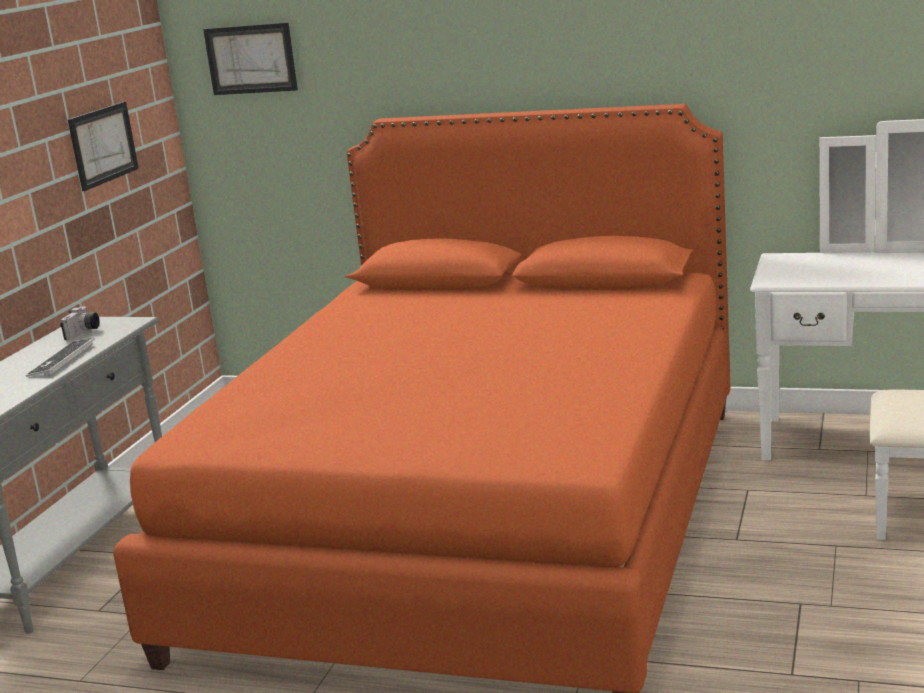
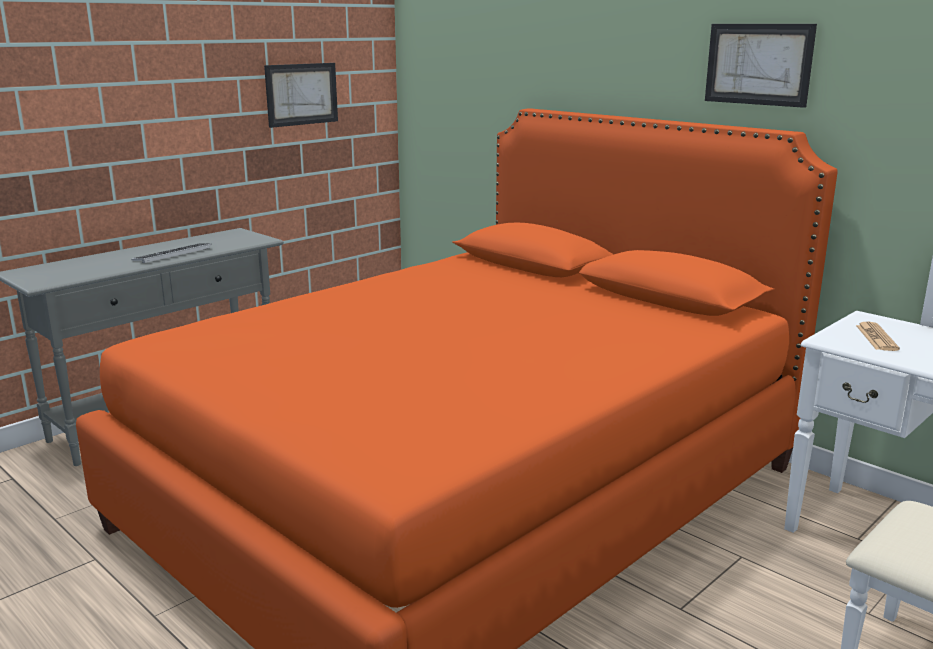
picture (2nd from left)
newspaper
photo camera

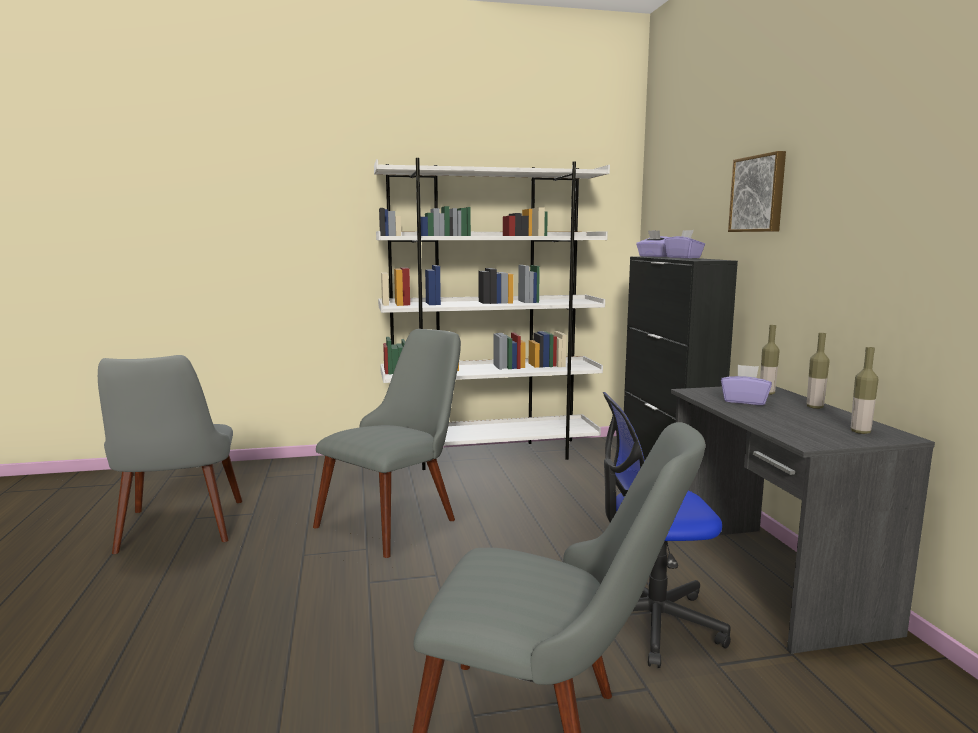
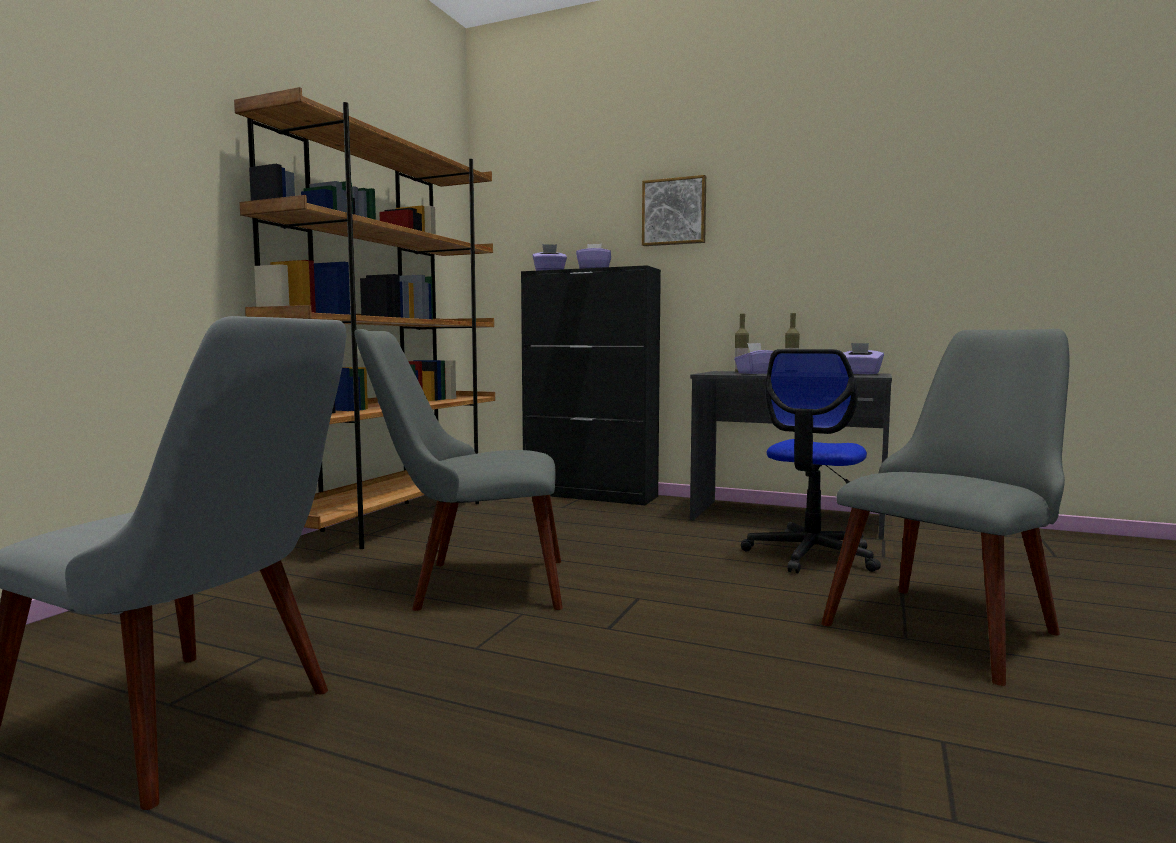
brown bookcase
grey chair (2nd from left)
purple tissue box (4th from left)

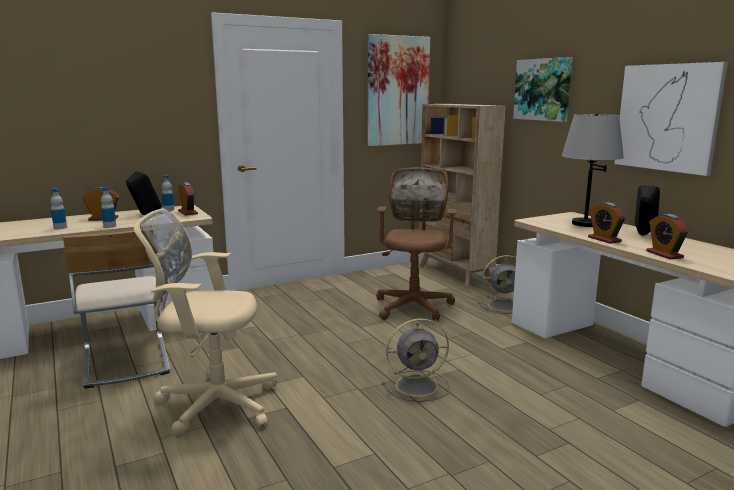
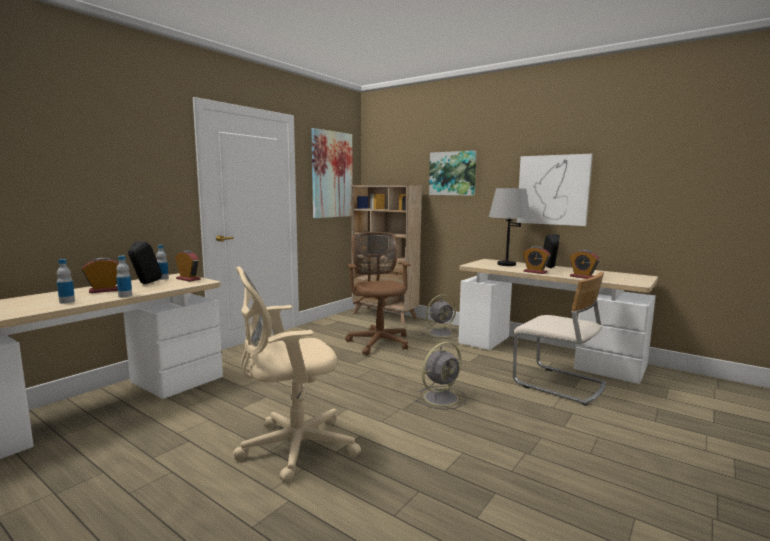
beige chair

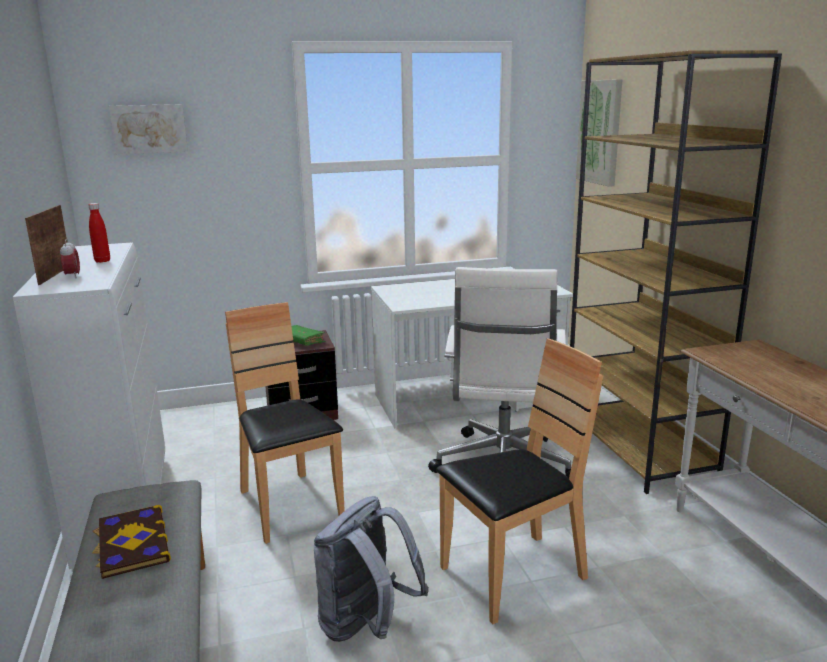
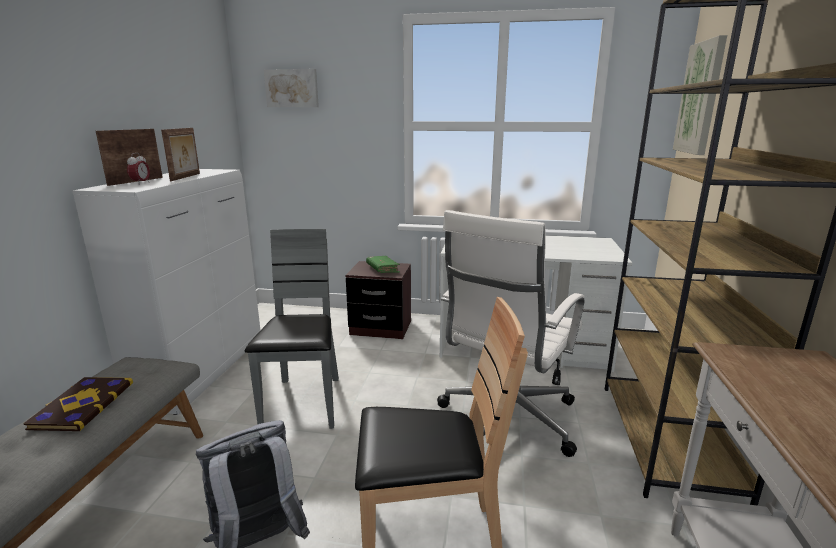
picture frame (2nd from left)
grey chair

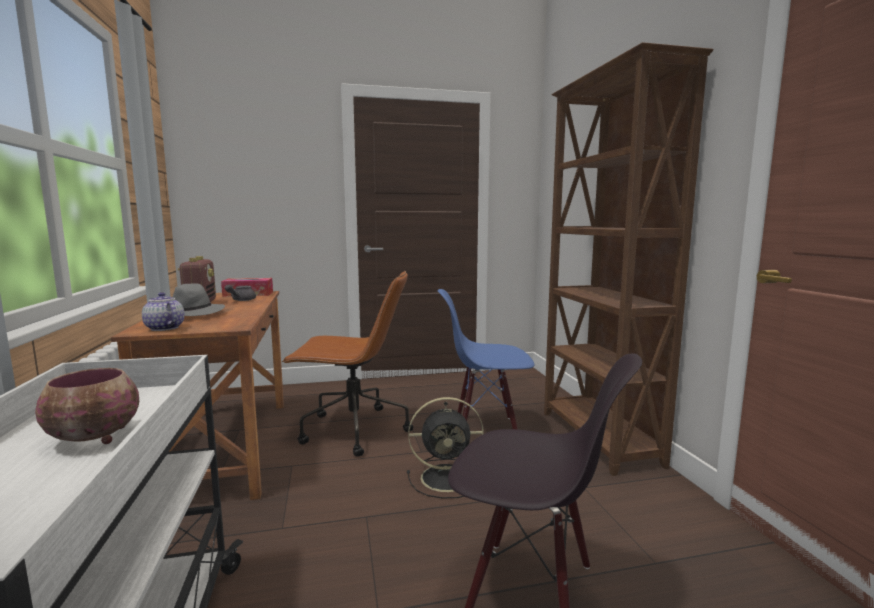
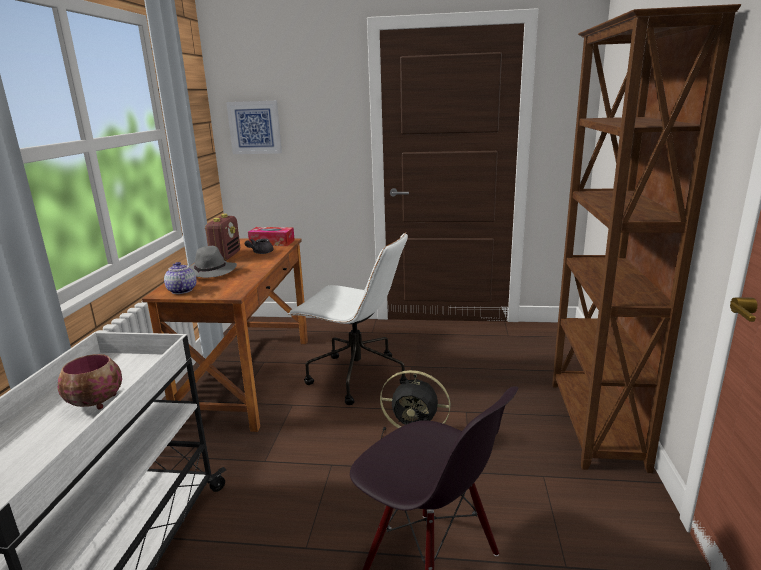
picture
white office chair
blue chair

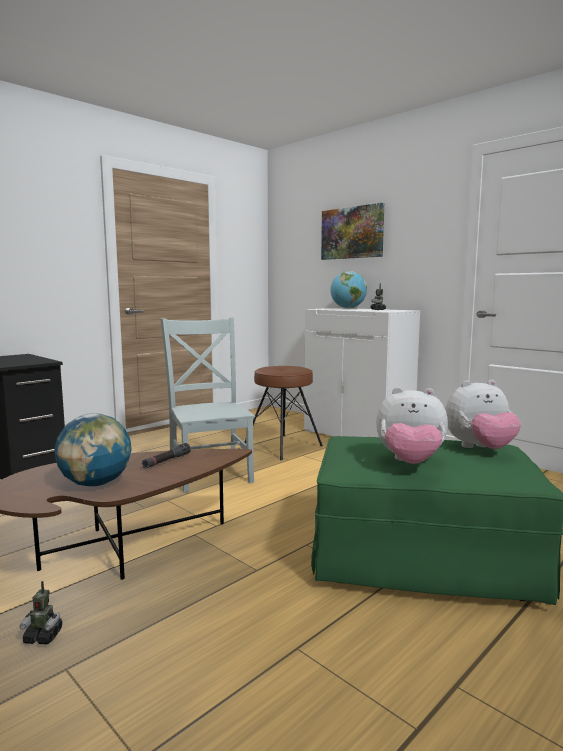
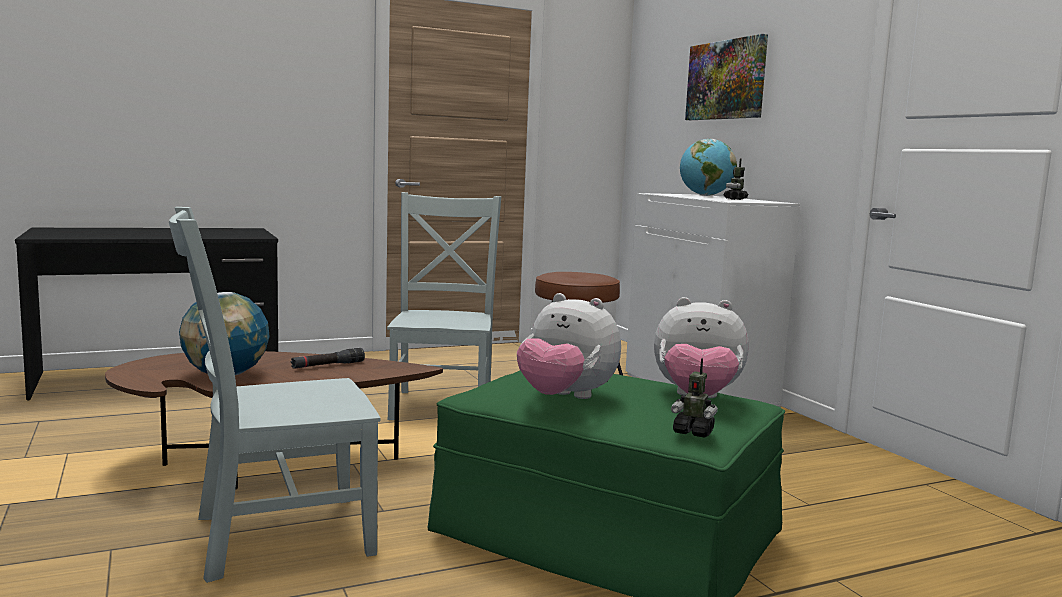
grey chair (1st from left)
toy robot (1st from left)

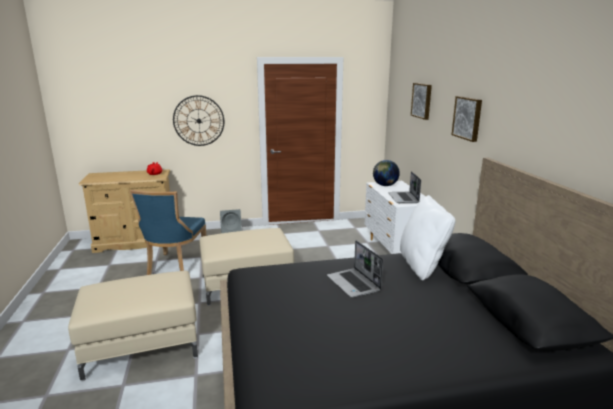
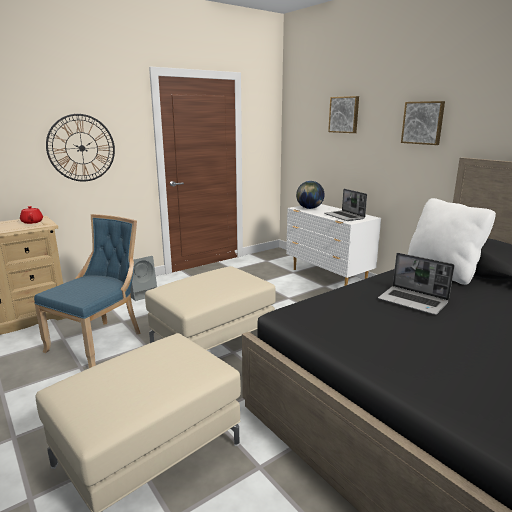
blue chair

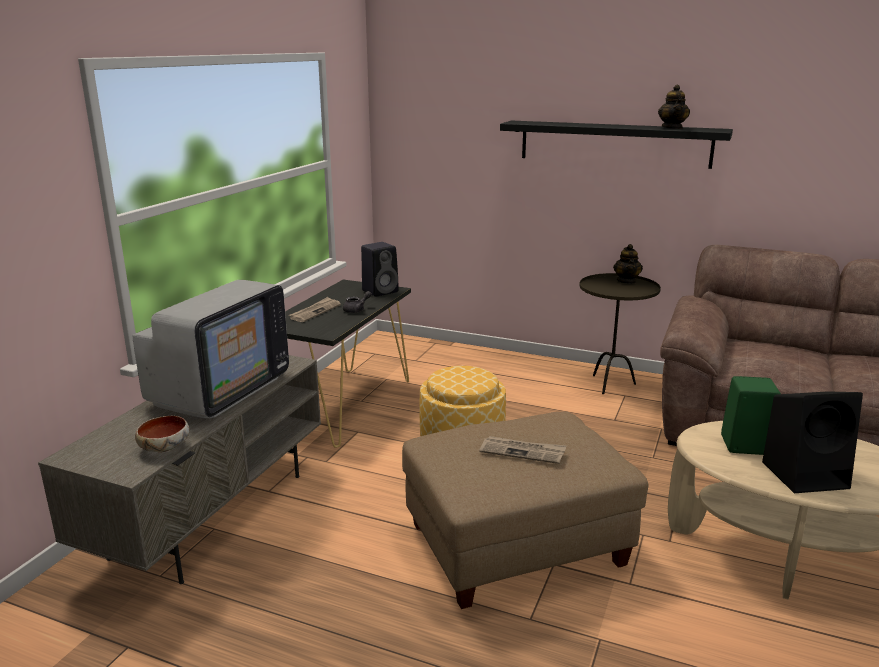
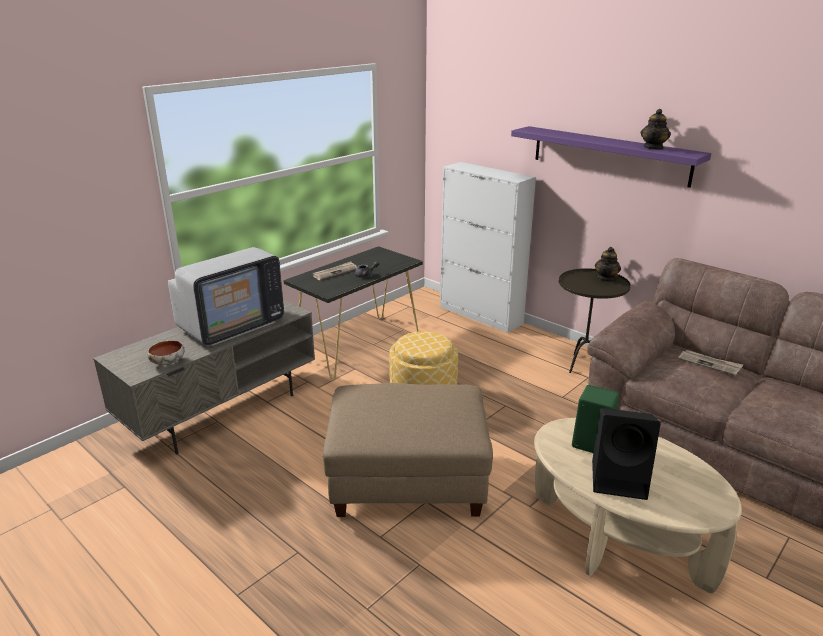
white cabinet
purple shelf
newspaper (2nd from left)
black speaker (1st from left in the first image)

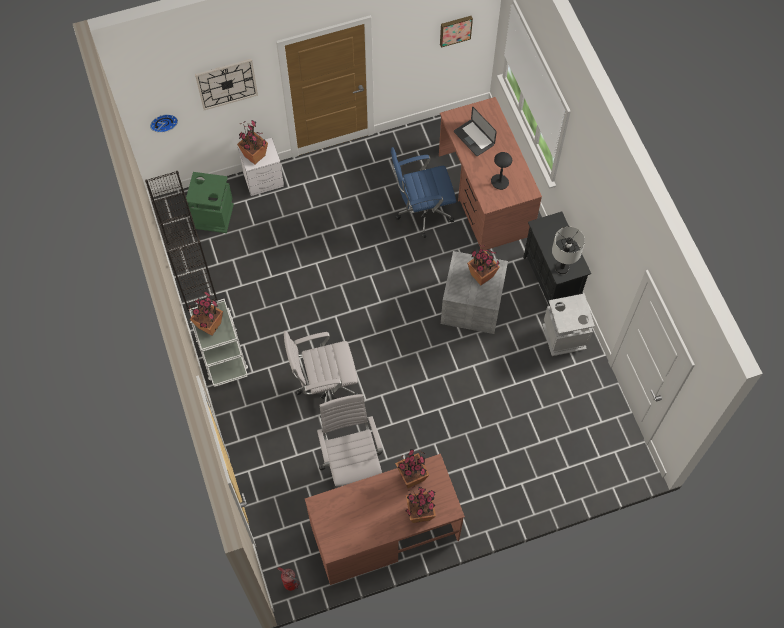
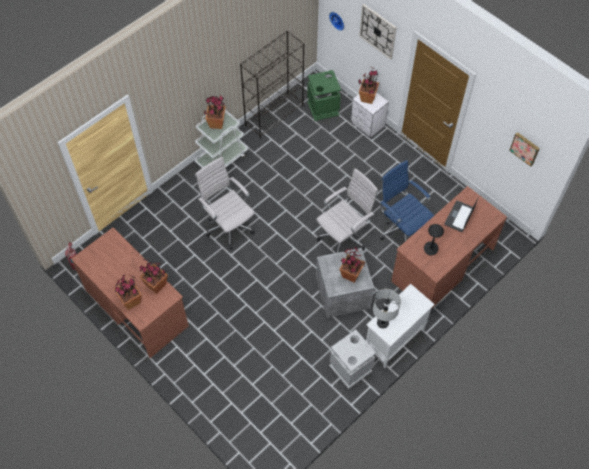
white office chair (2nd from left)
white cabinet

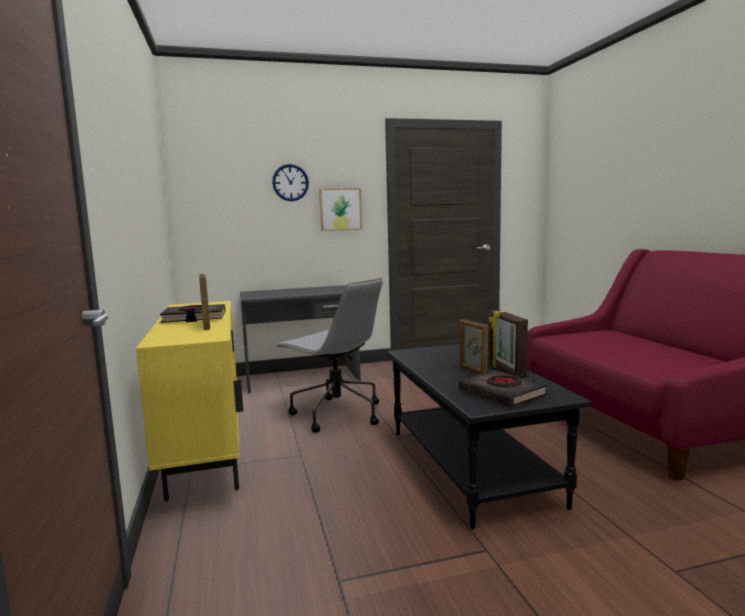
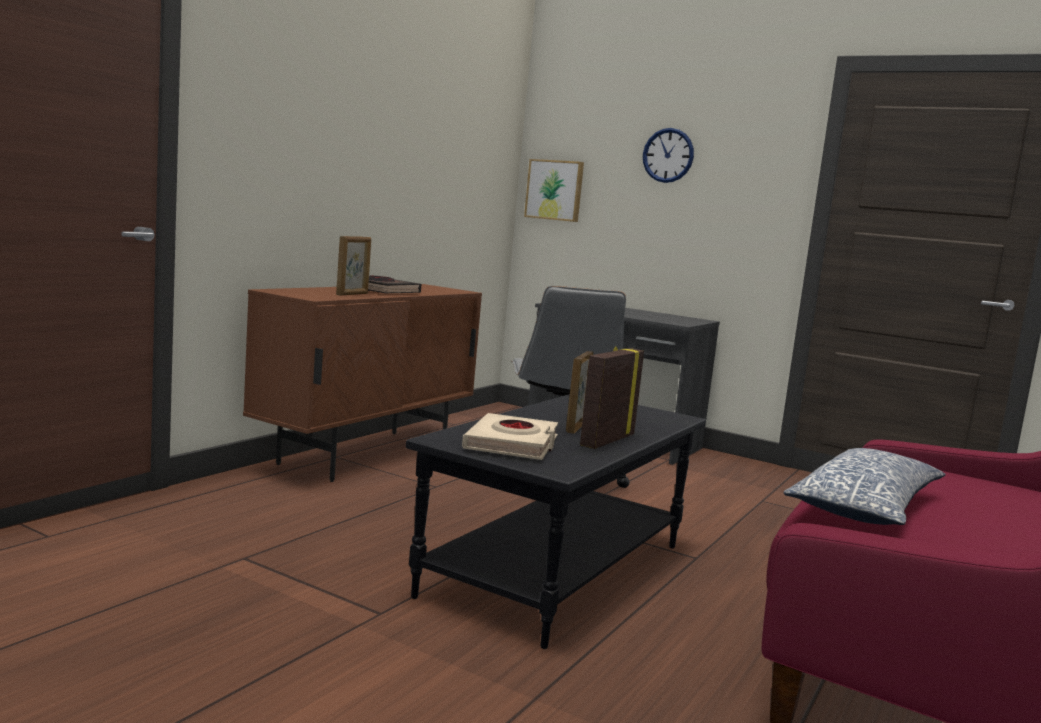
brown cabinet
beige book
picture
pillow

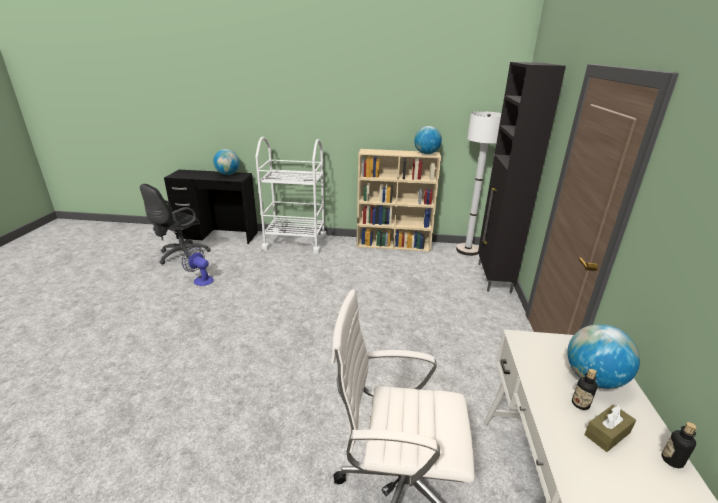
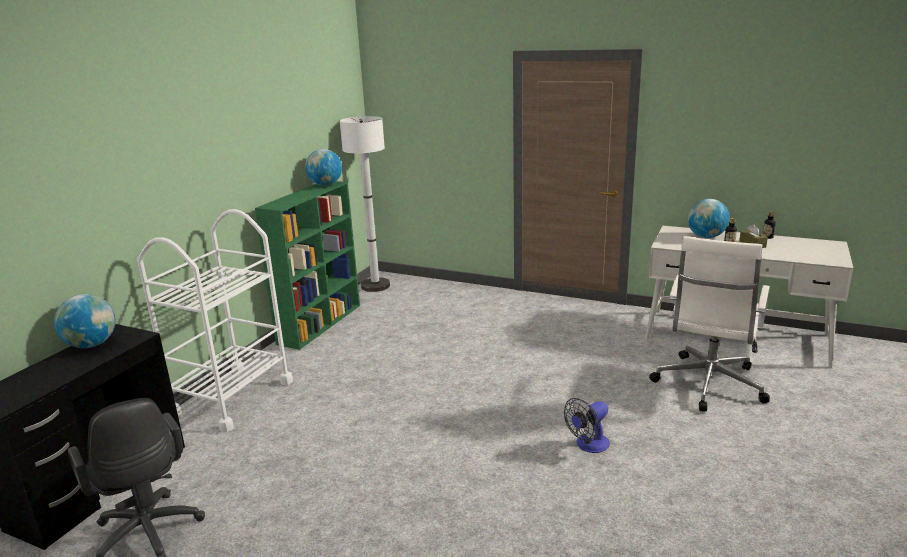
green bookcase
fan
black cabinet

